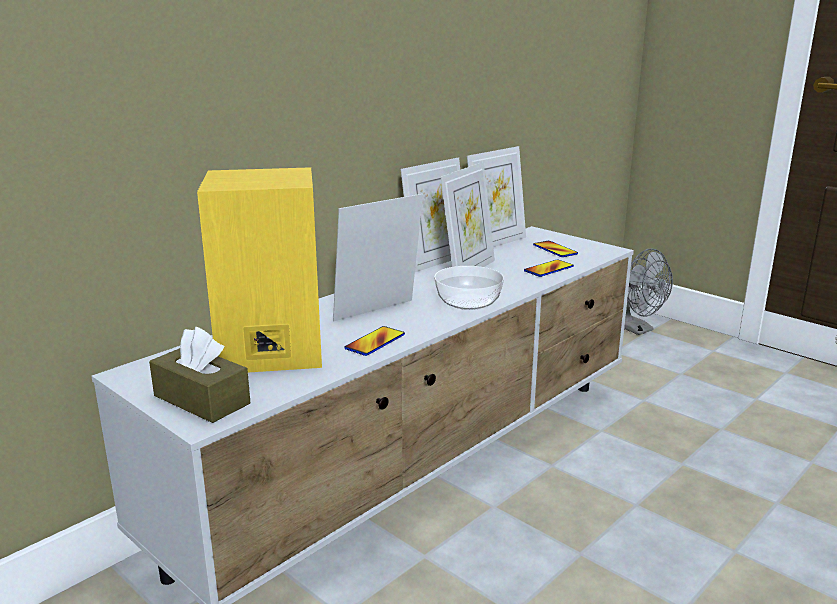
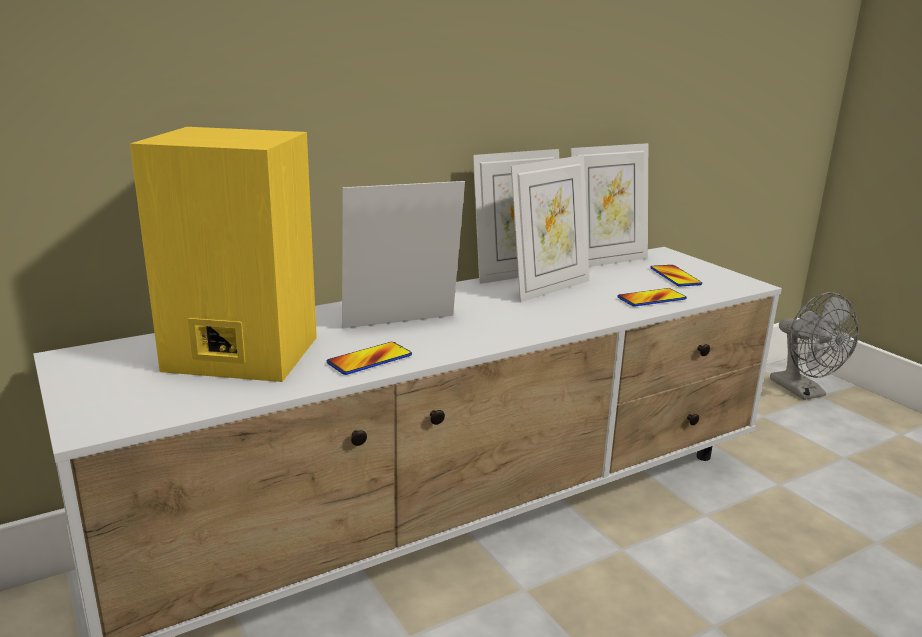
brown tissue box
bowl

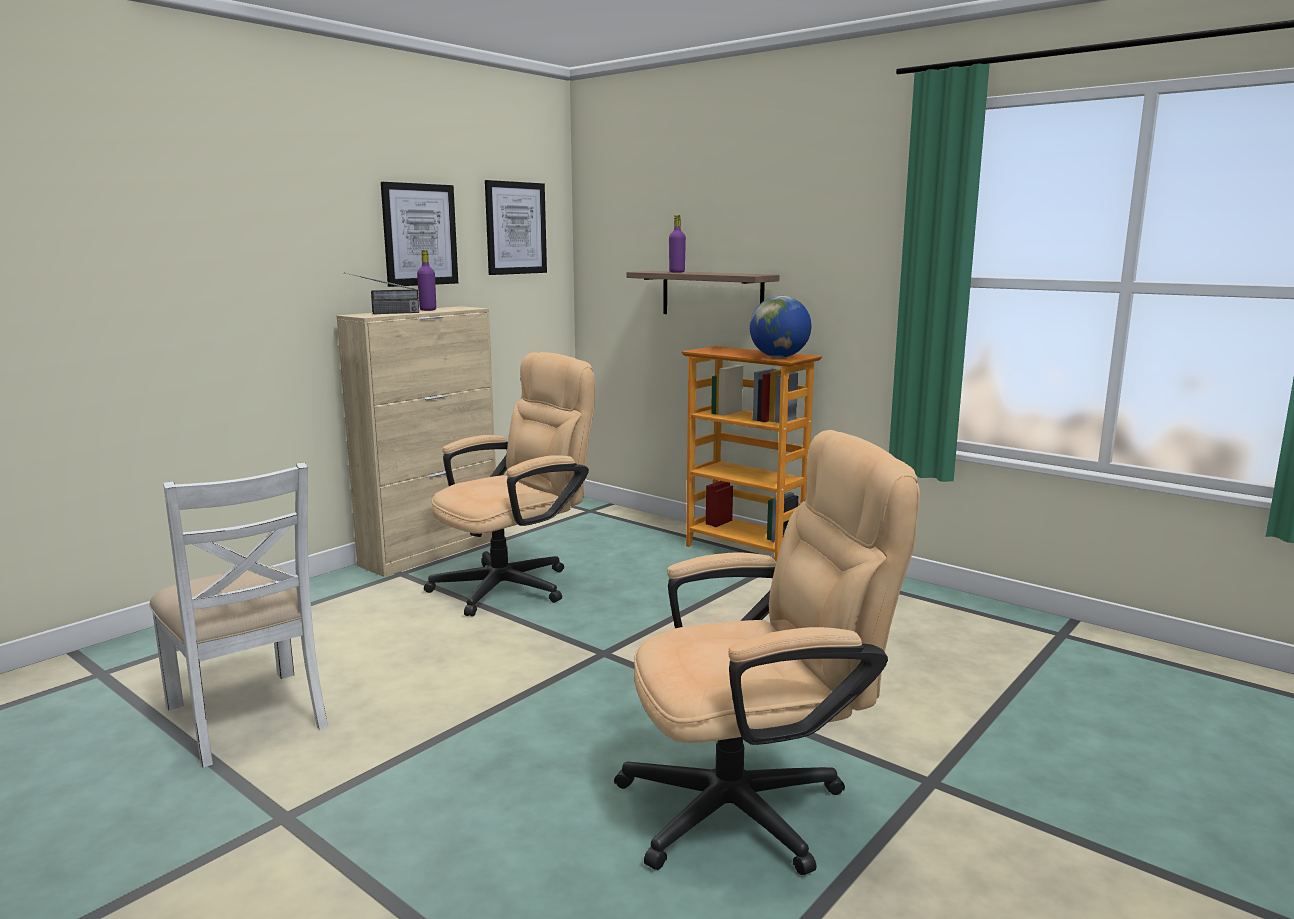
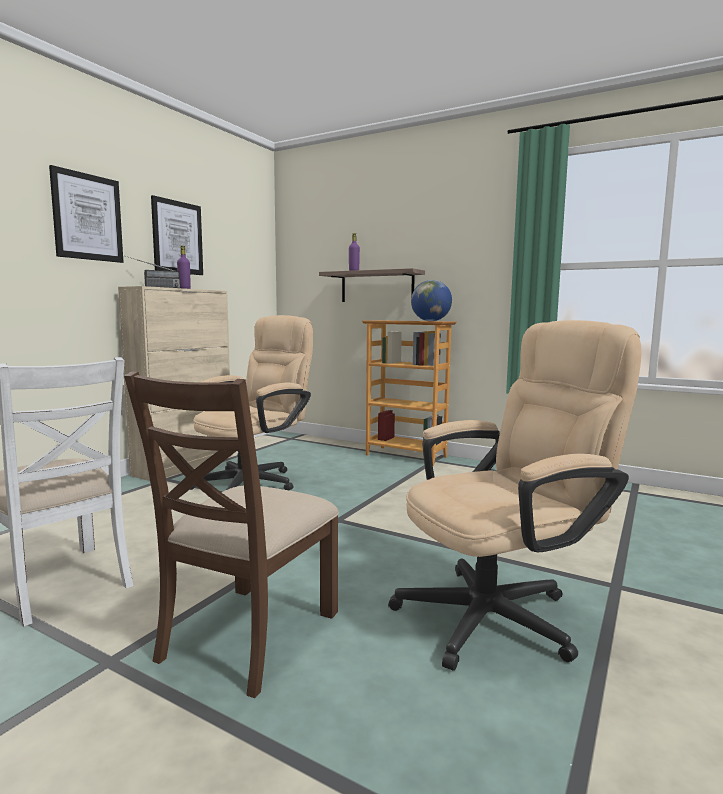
picture (1st from left)
brown chair

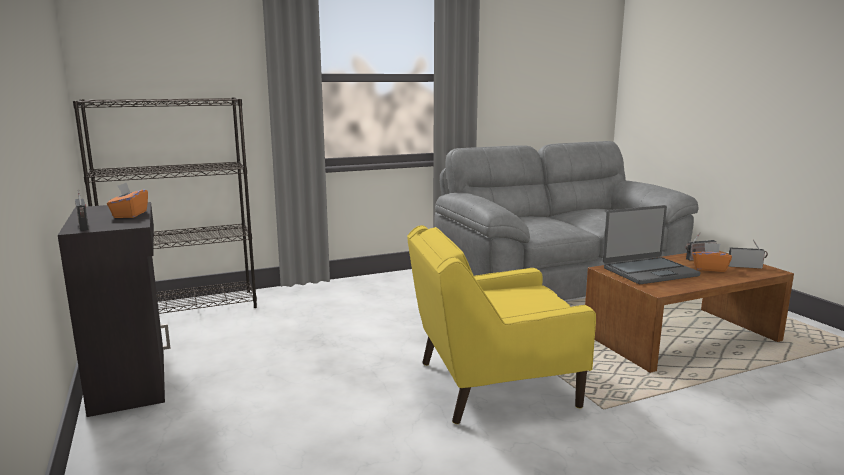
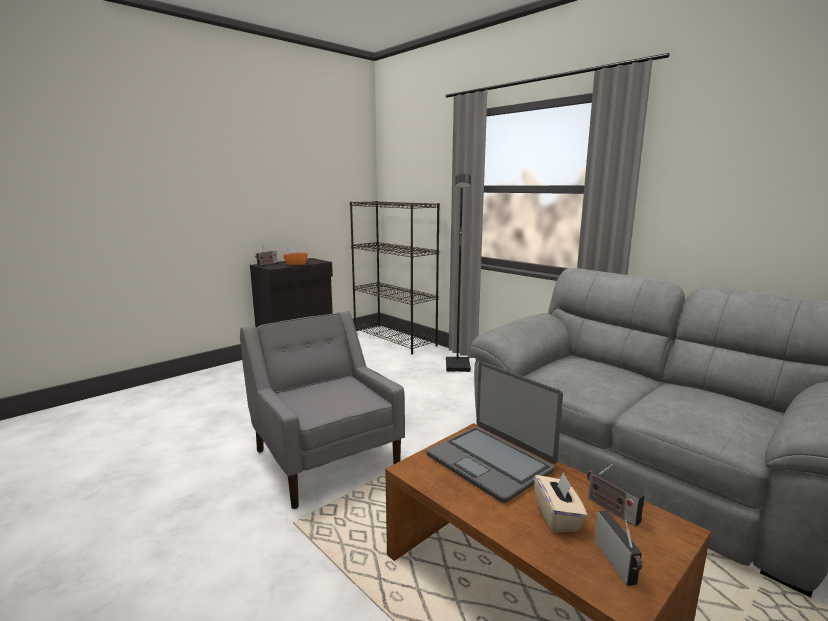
grey armchair
black floor lamp
beige tissue box

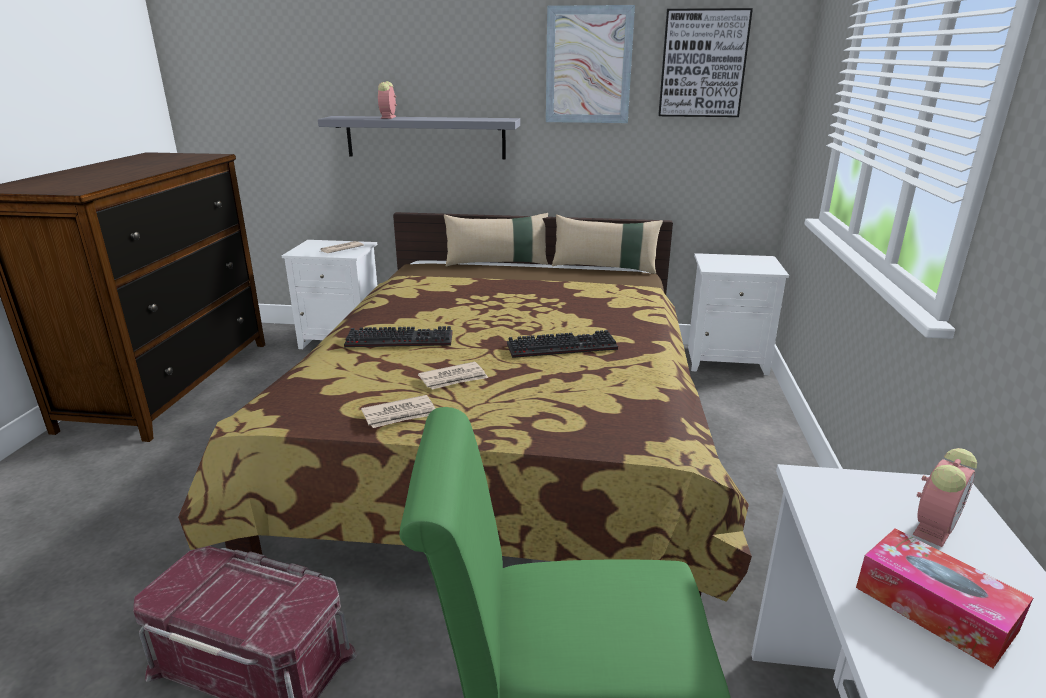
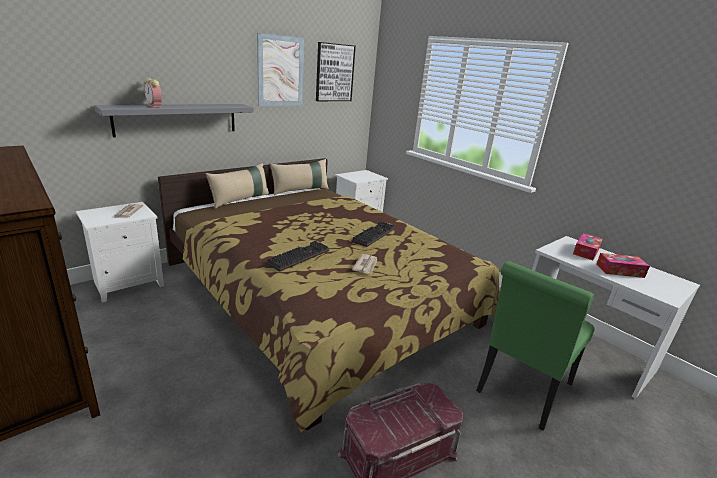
tissue box (1st from left)
newspaper (2nd from left in the first image)

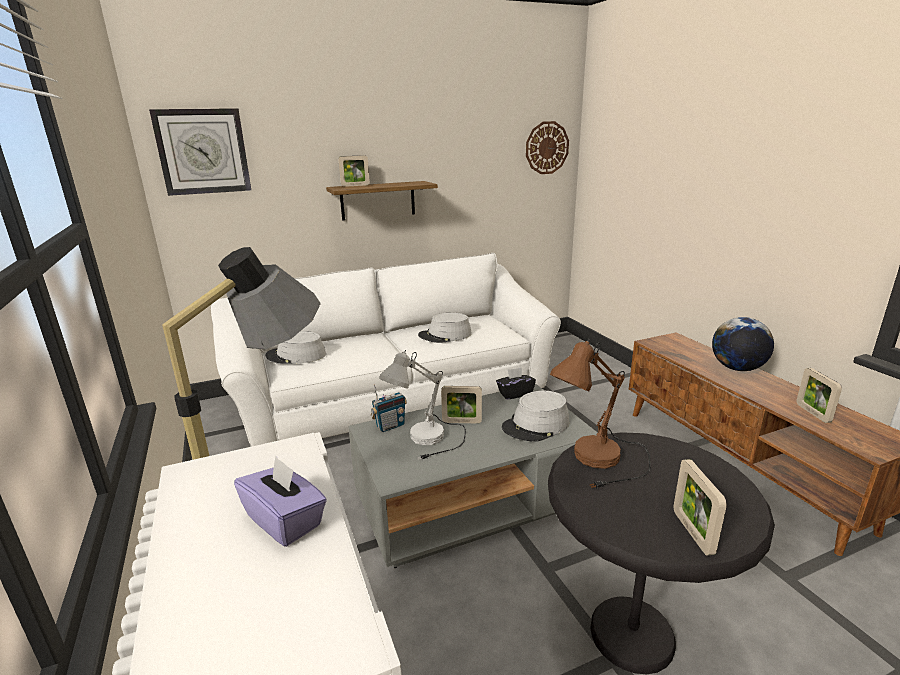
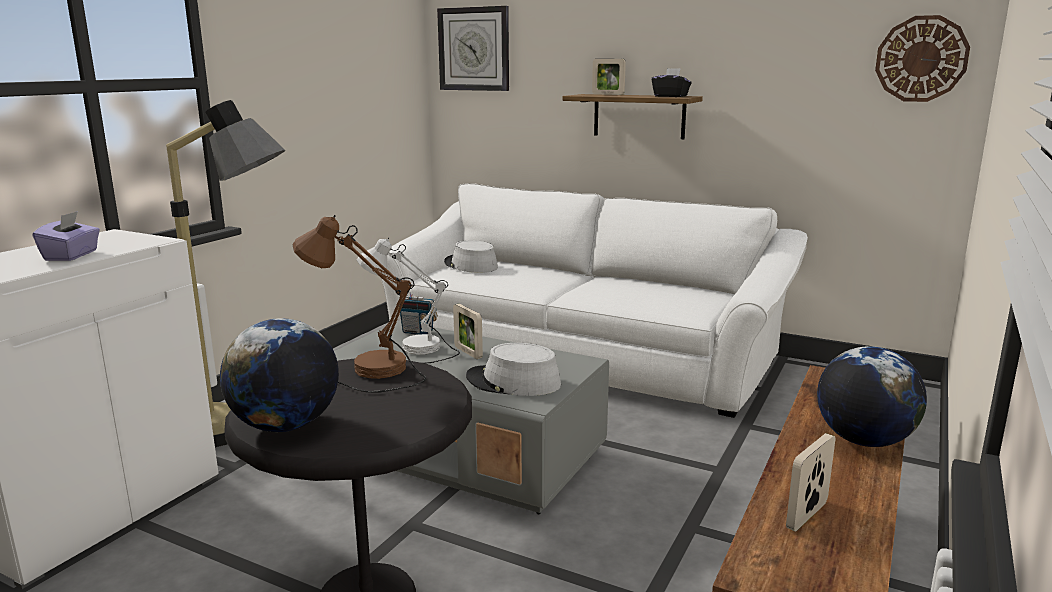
globe (1st from left)
black tissue box
grey hat (2nd from left in the first image)

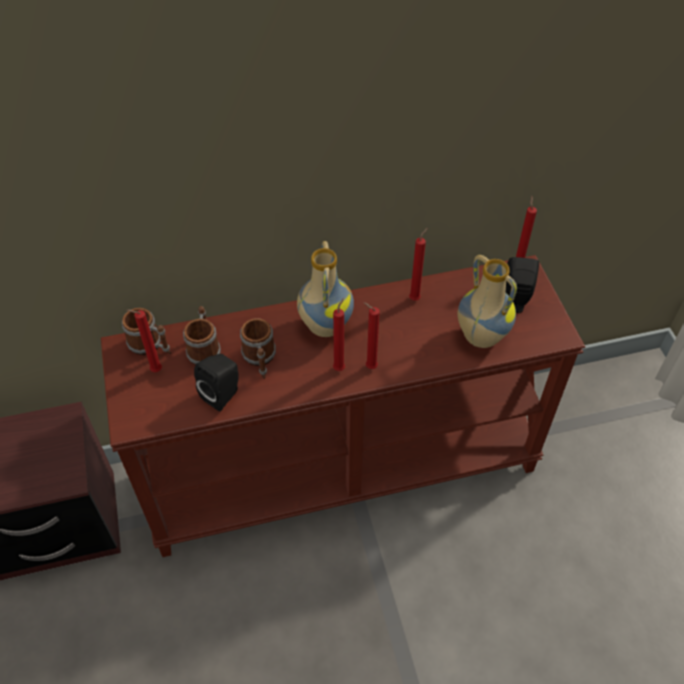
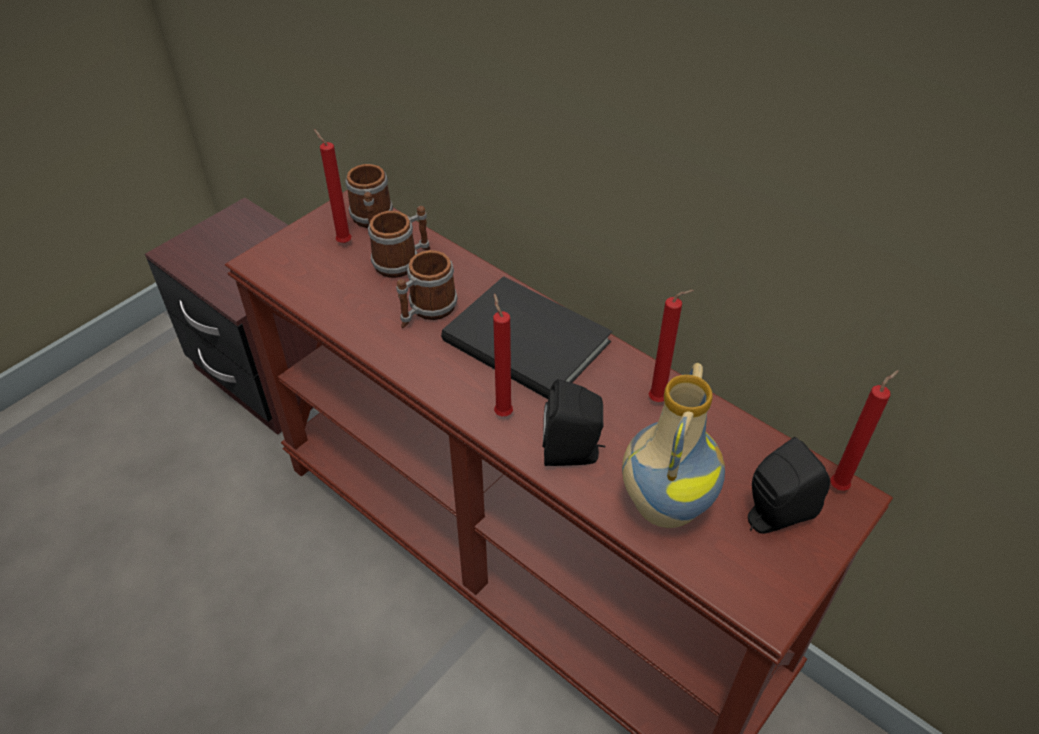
black book
black speaker (1st from left)
red candle (2nd from left in the first image)

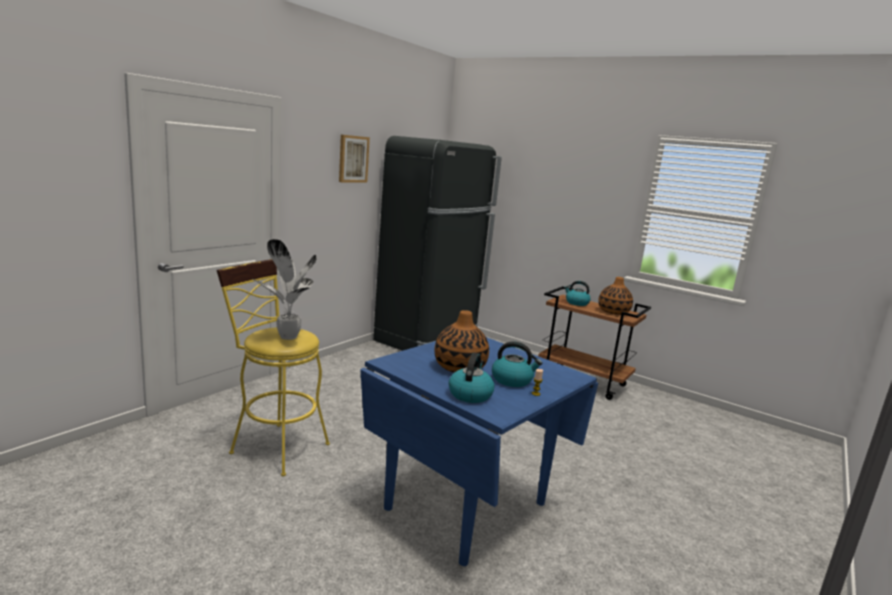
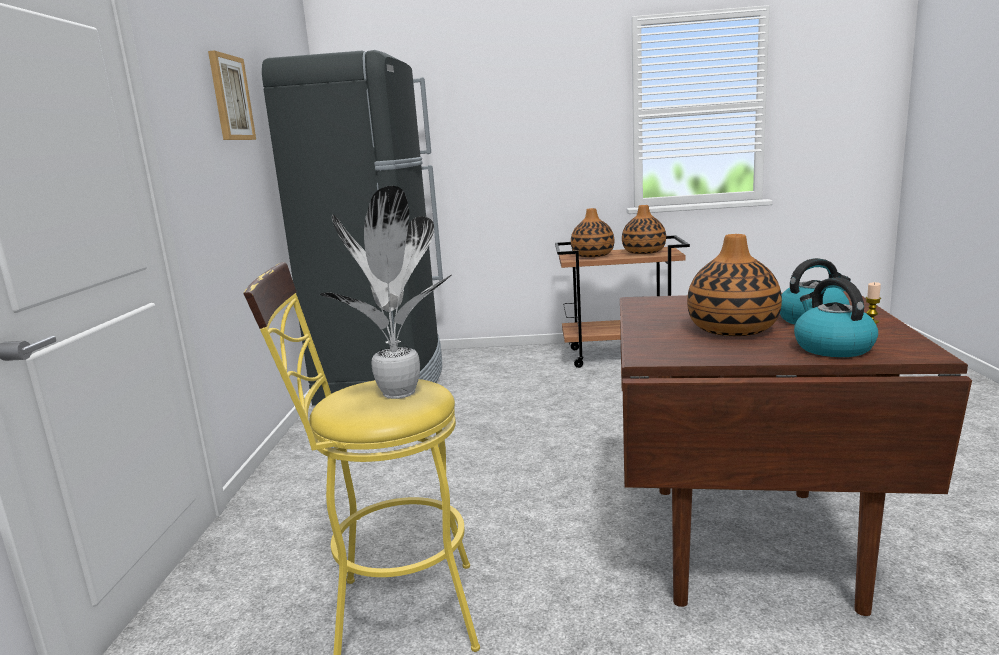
vase (1st from left)
brown dining table

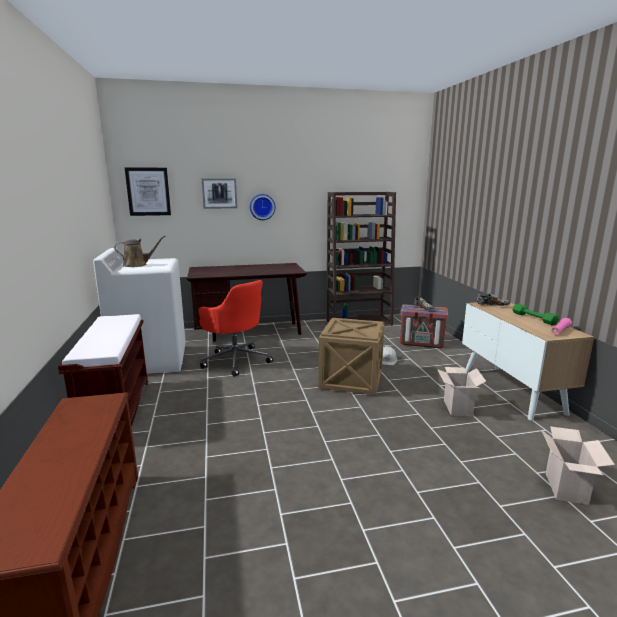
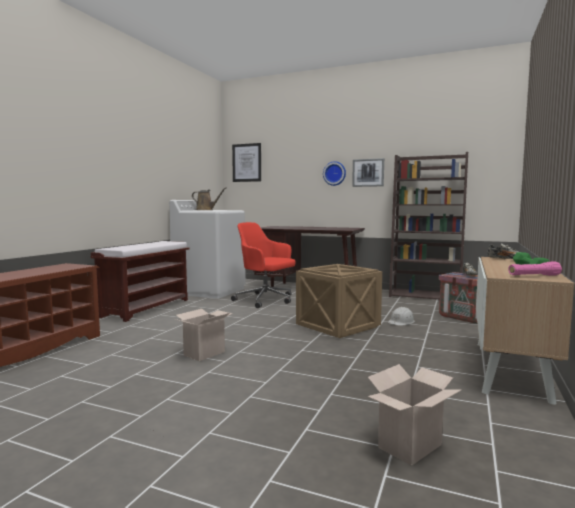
cardboard box (1st from left)
red office chair
picture (2nd from left)

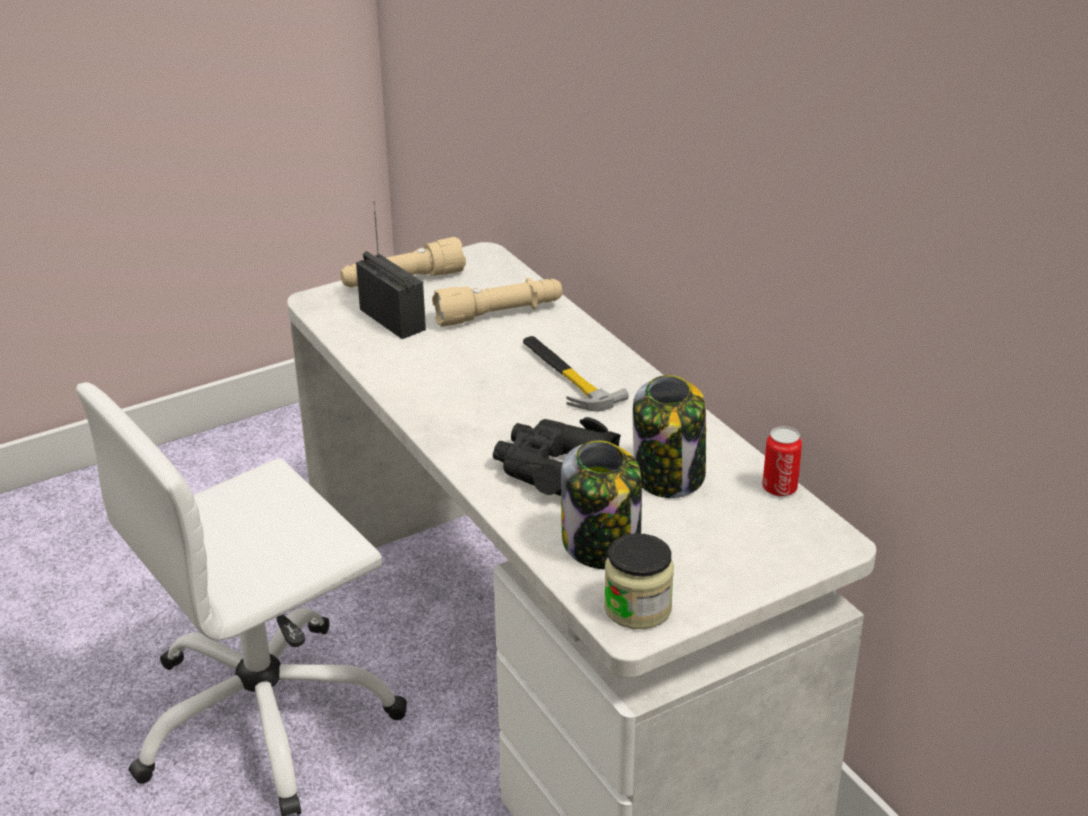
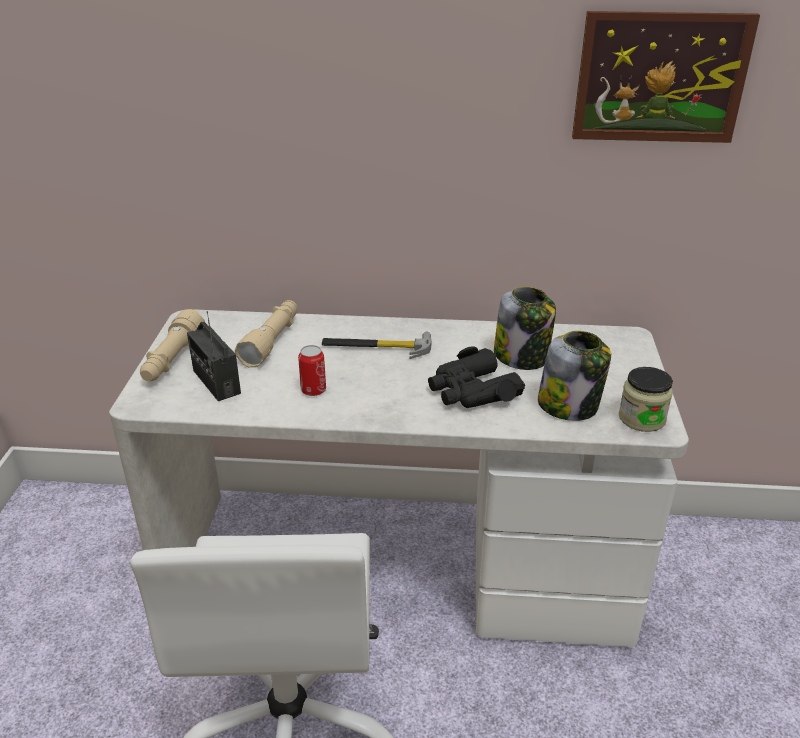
radio
can
picture

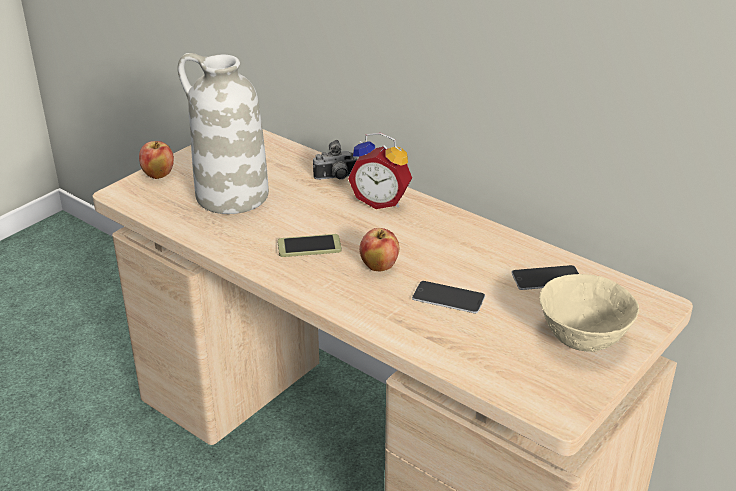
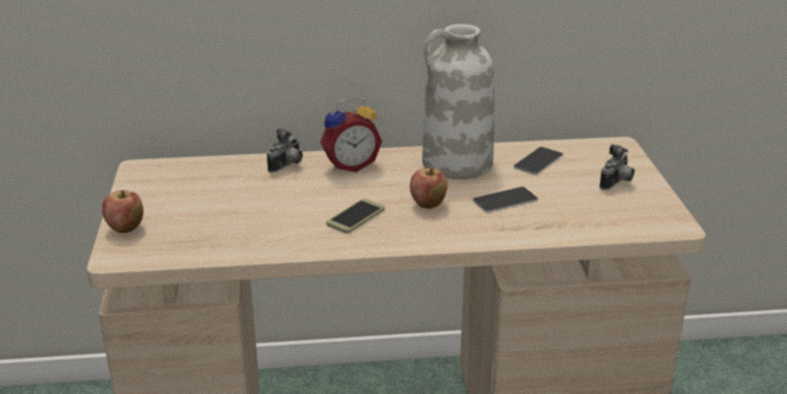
white vase
photo camera (2nd from left)

